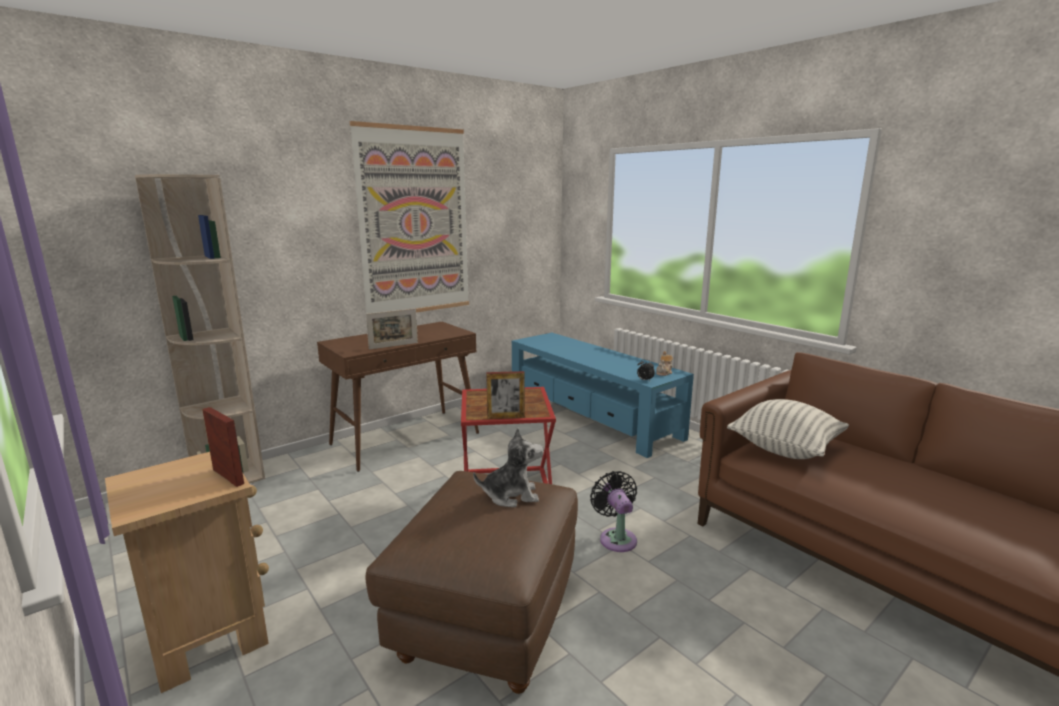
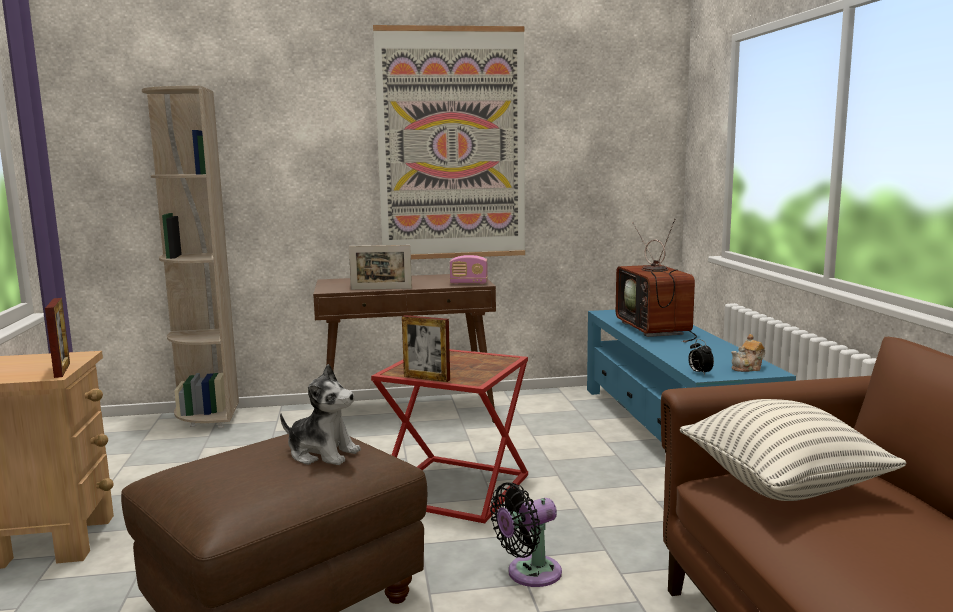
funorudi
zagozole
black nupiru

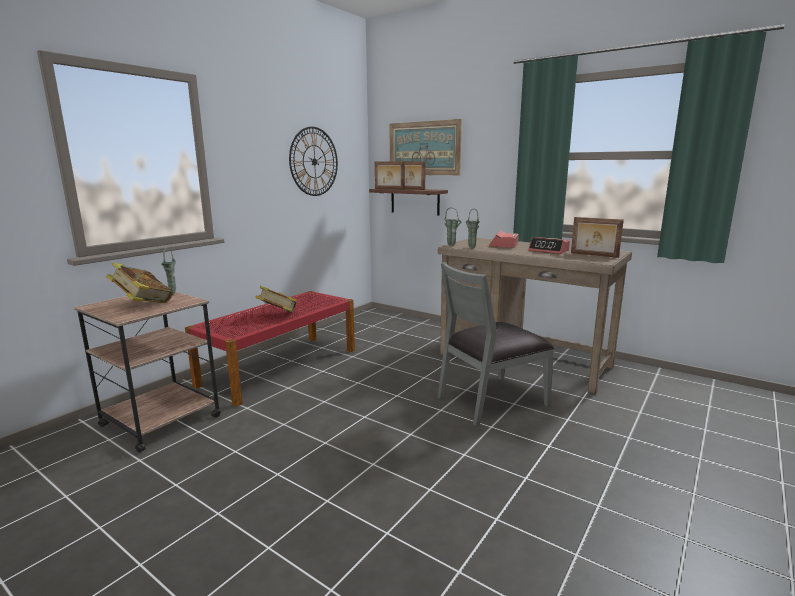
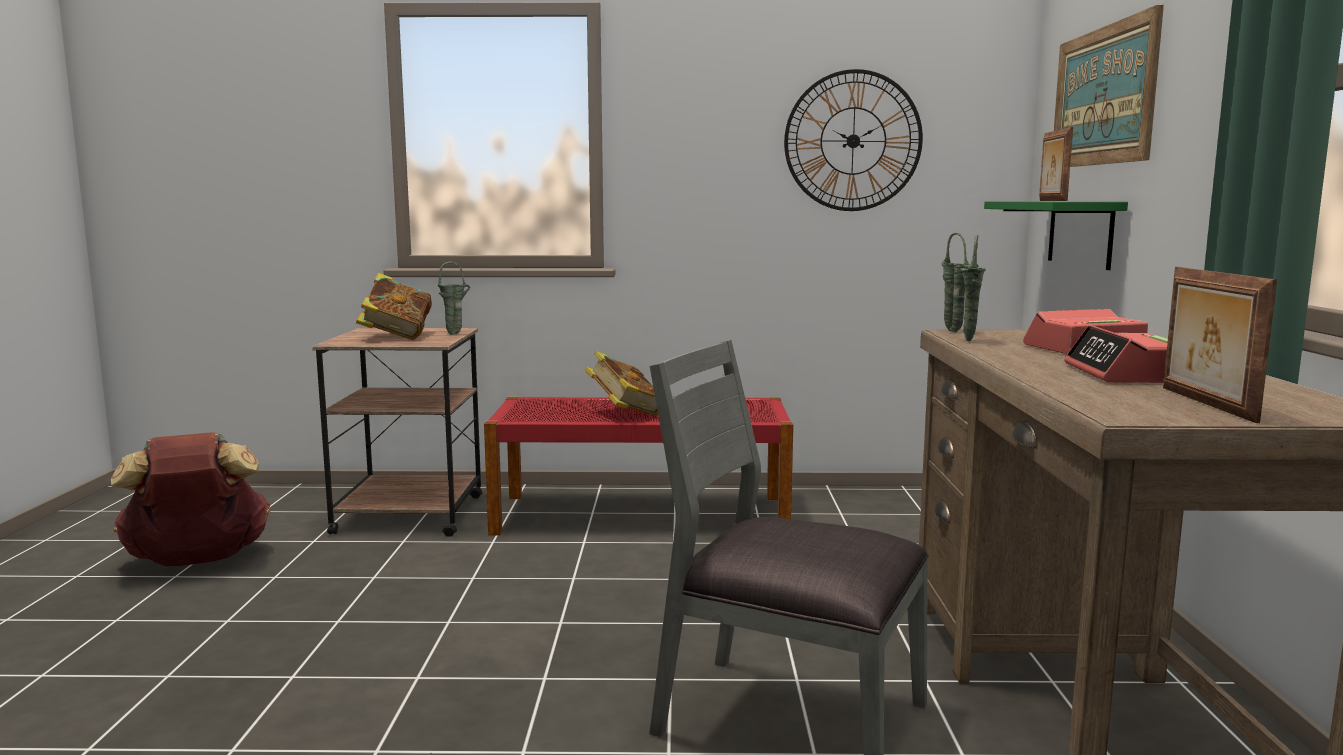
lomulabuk (1st from left in the first image)
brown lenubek
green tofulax

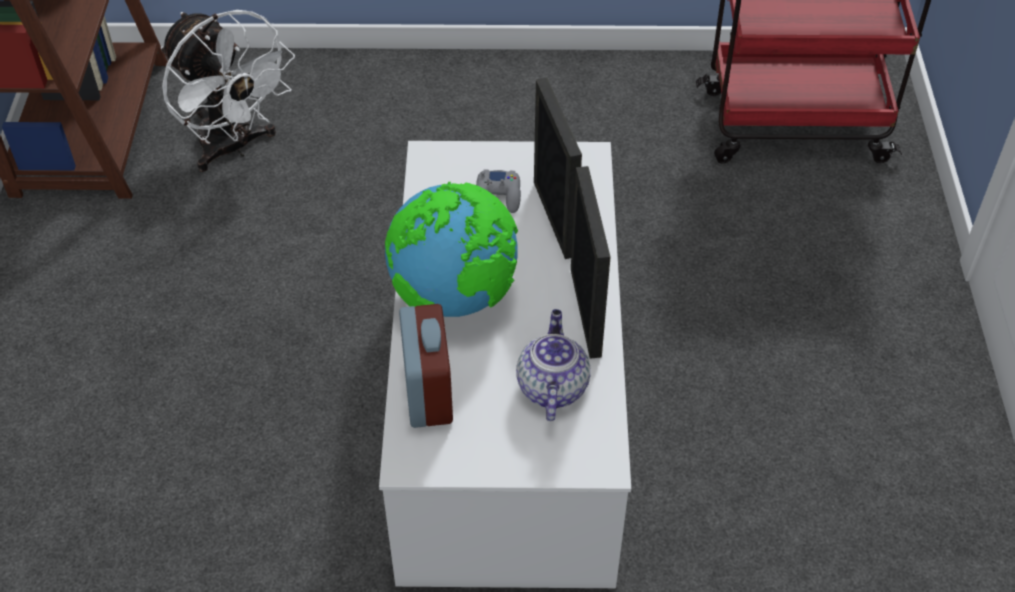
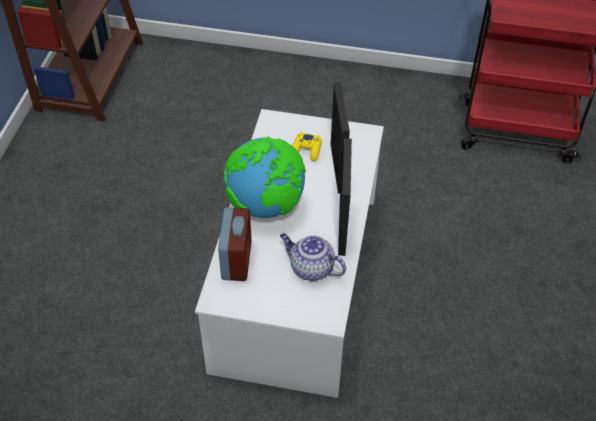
white nupiru
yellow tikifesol
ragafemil

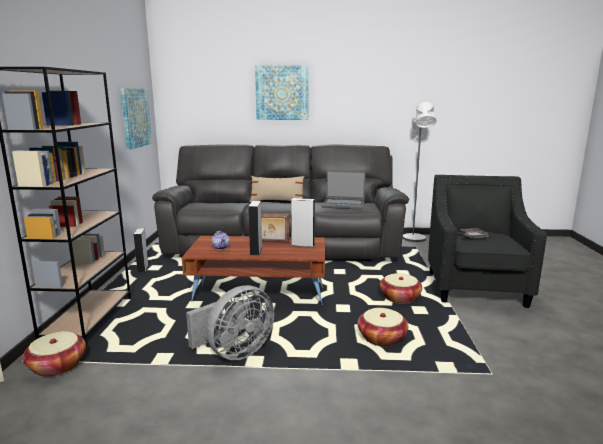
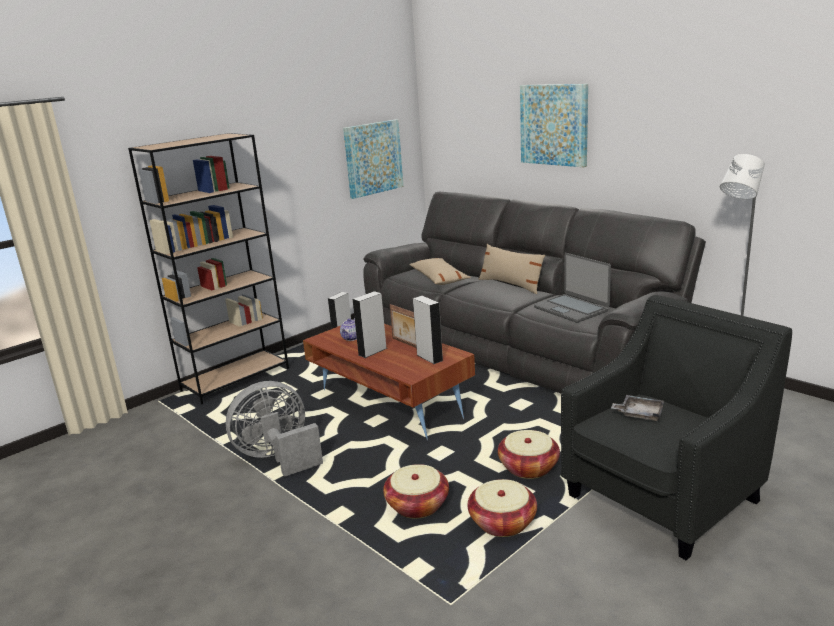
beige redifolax (1st from left)
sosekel (2nd from left)
grey nupiru

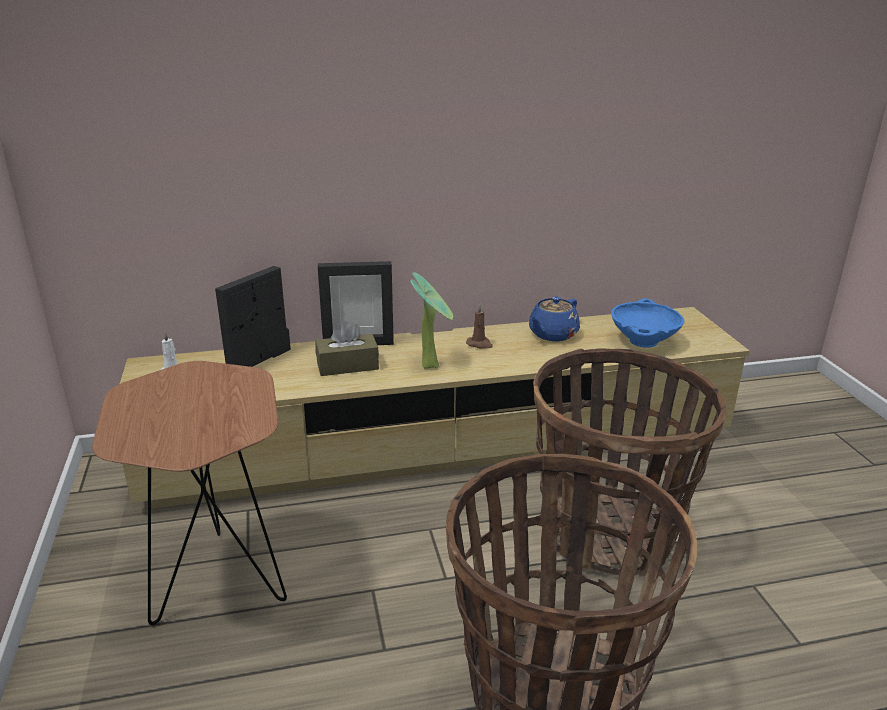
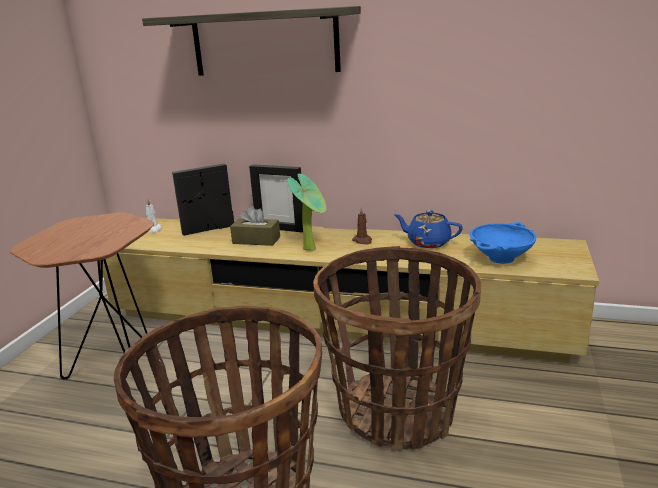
tofulax
blue ragafemil

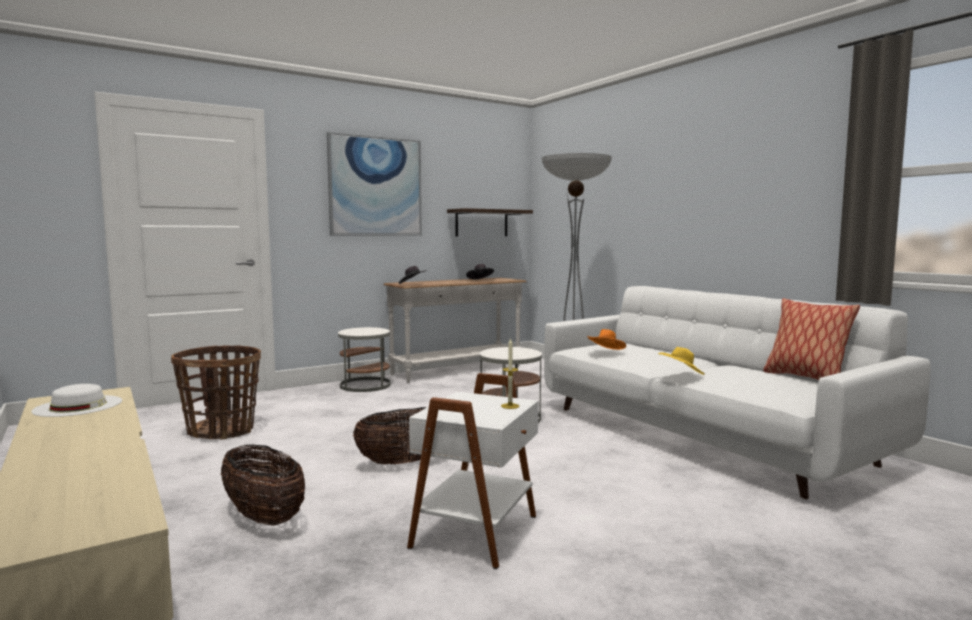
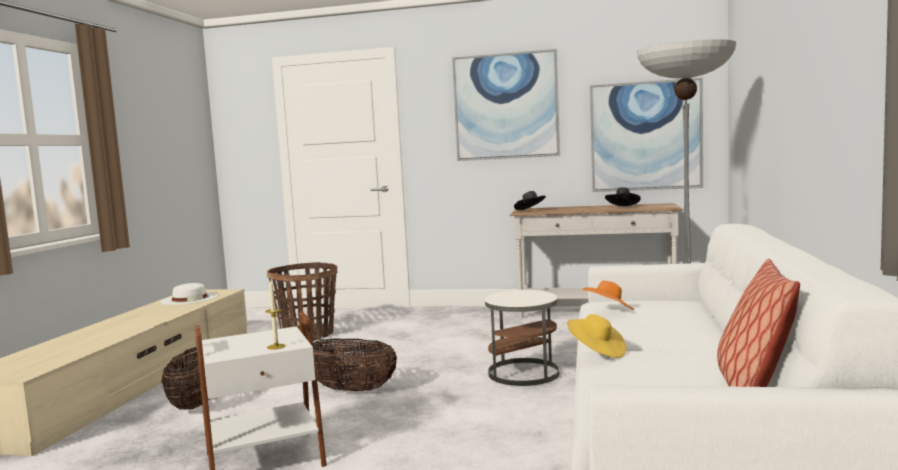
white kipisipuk (1st from left in the first image)
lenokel (2nd from left)

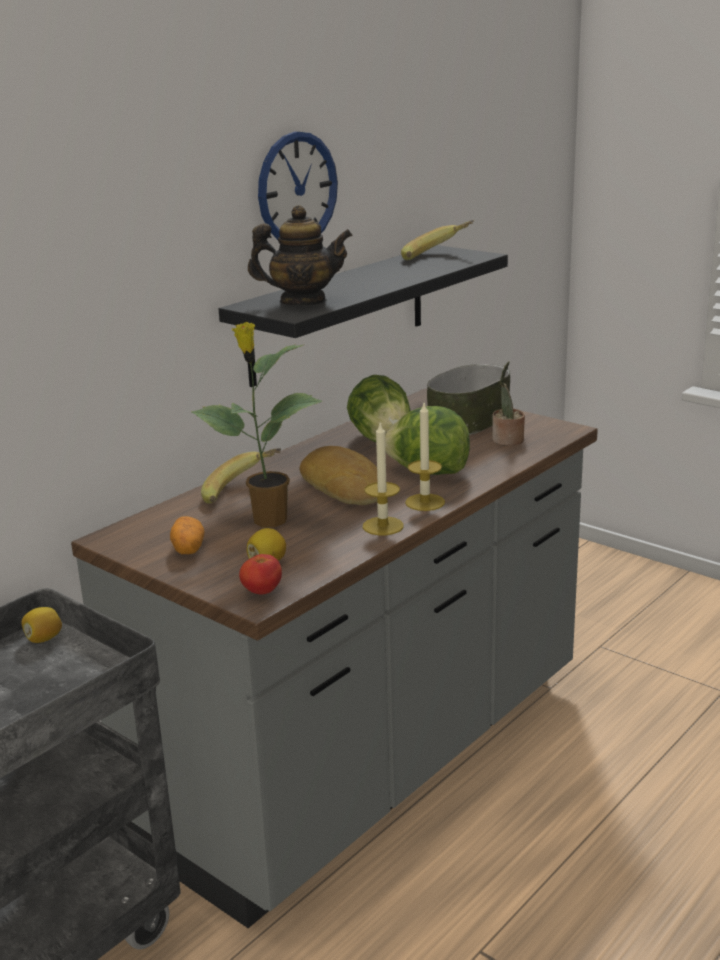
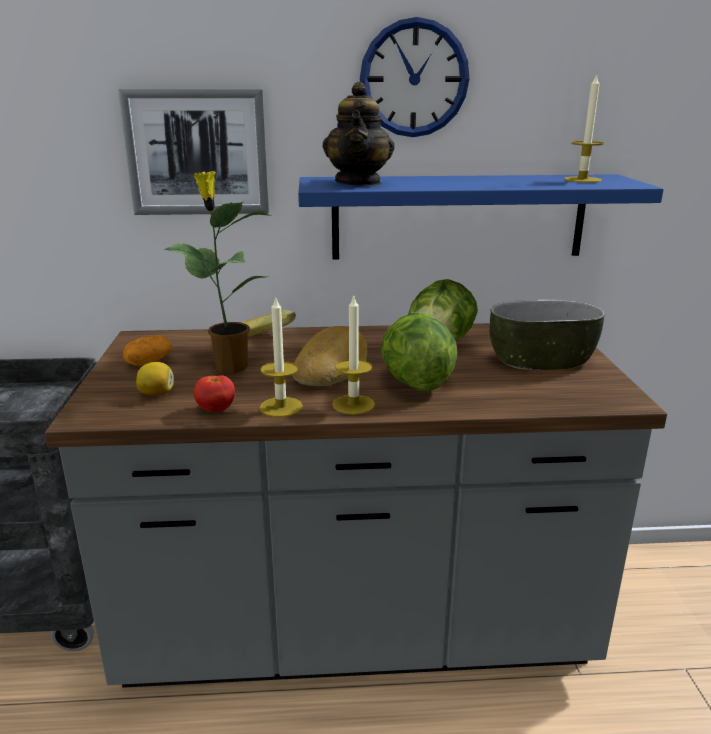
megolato (1st from left in the first image)
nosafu (2nd from left in the first image)
lenokel
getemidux
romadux (3rd from left)
blue tofulax
ragafemil

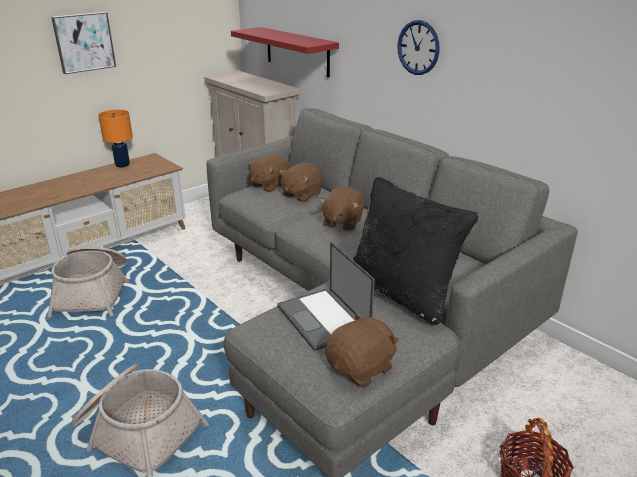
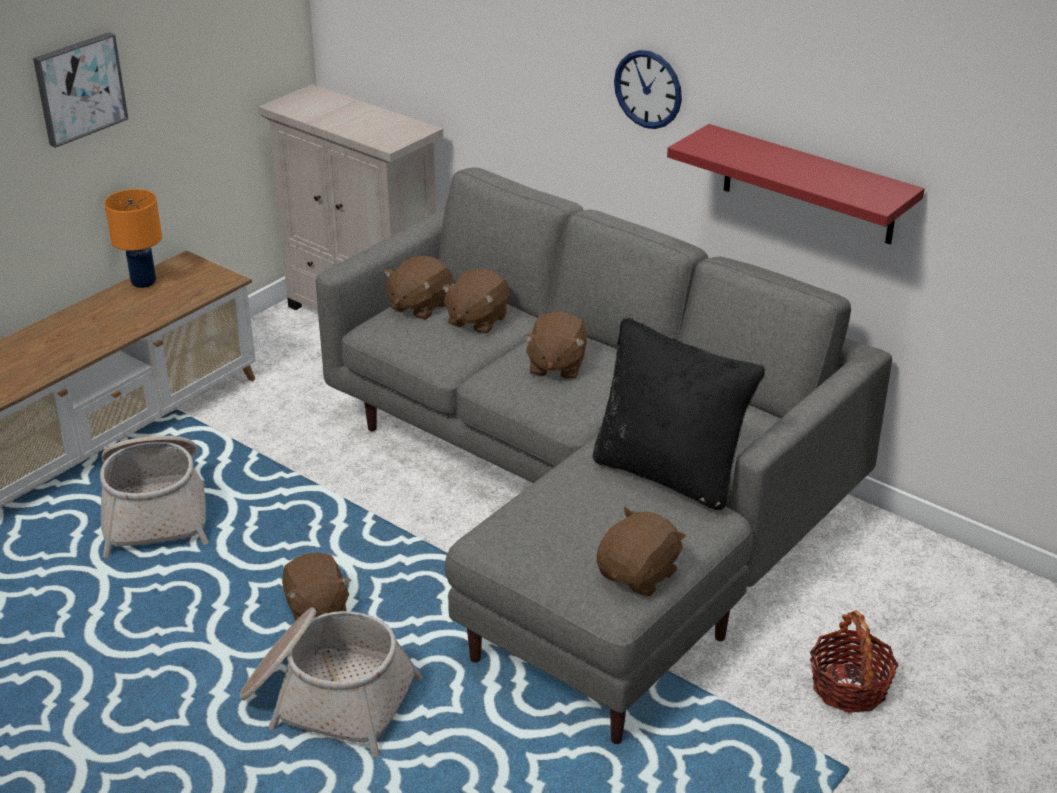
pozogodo
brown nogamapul (1st from left)
red tofulax

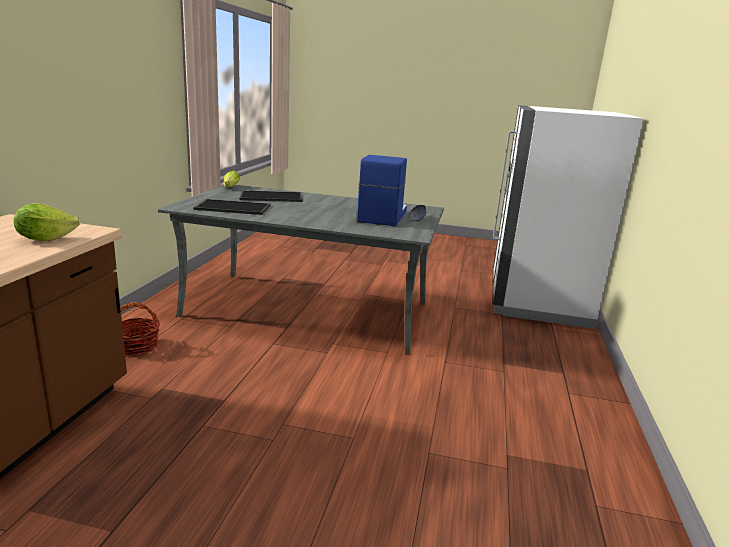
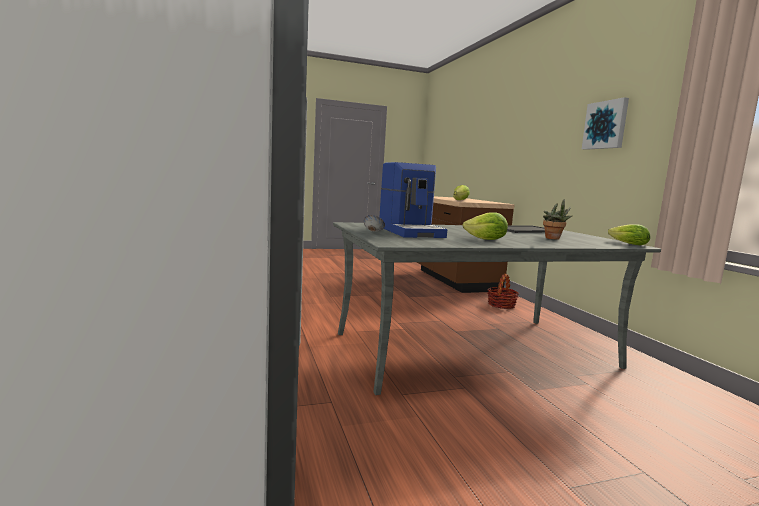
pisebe (2nd from left)
lenokel
nosafu

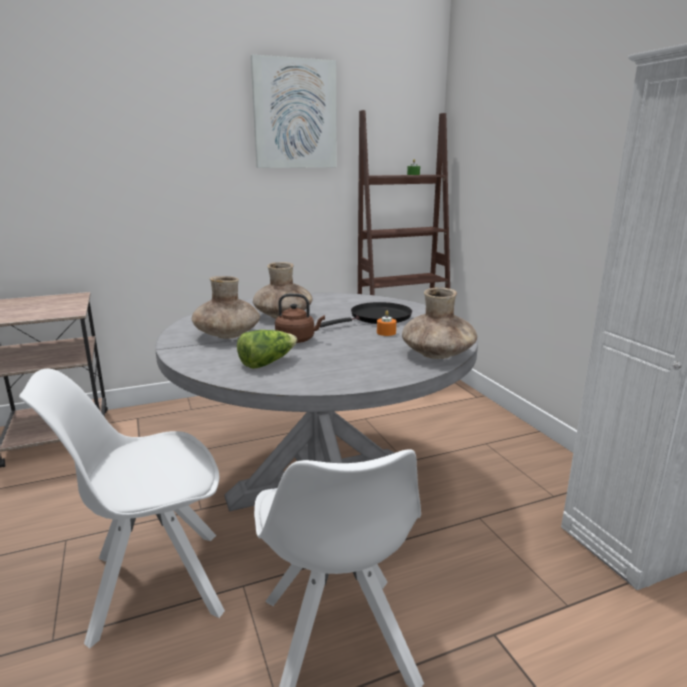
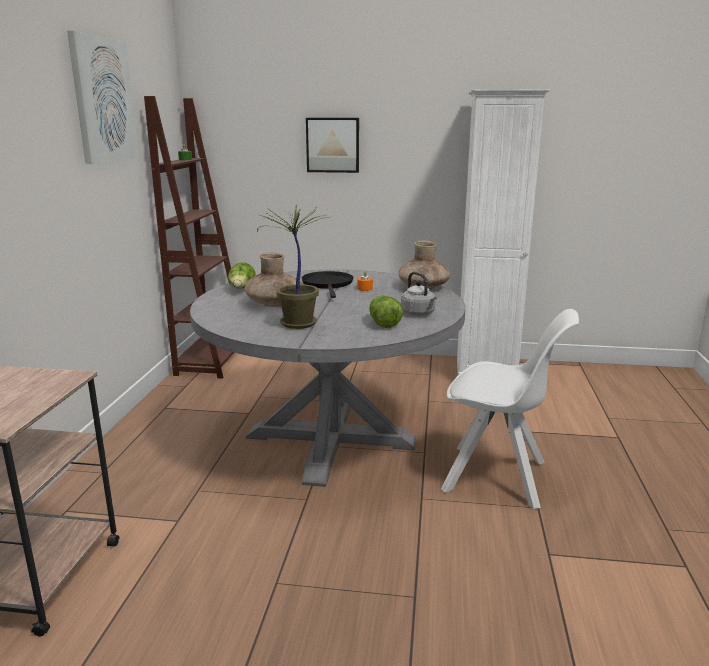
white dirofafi (1st from left in the first image)
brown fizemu
pisebe (1st from left)
lenokel (2nd from left)
grey fizemu
nosafu

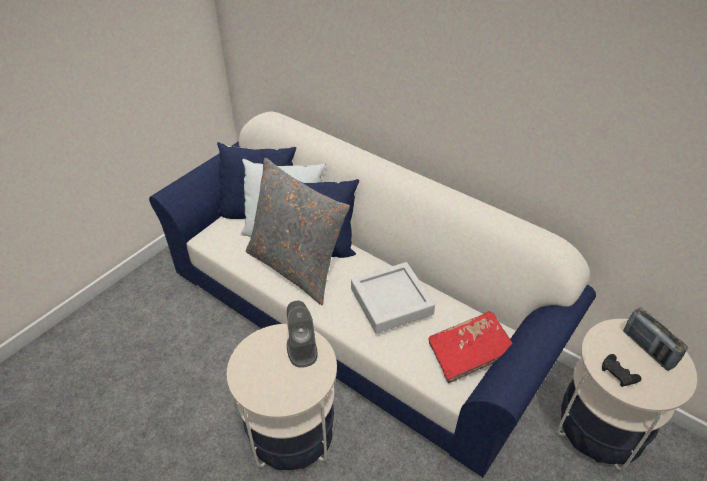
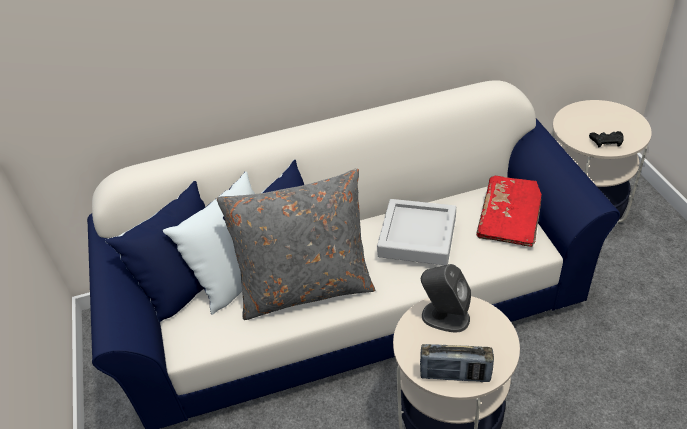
funorudi

